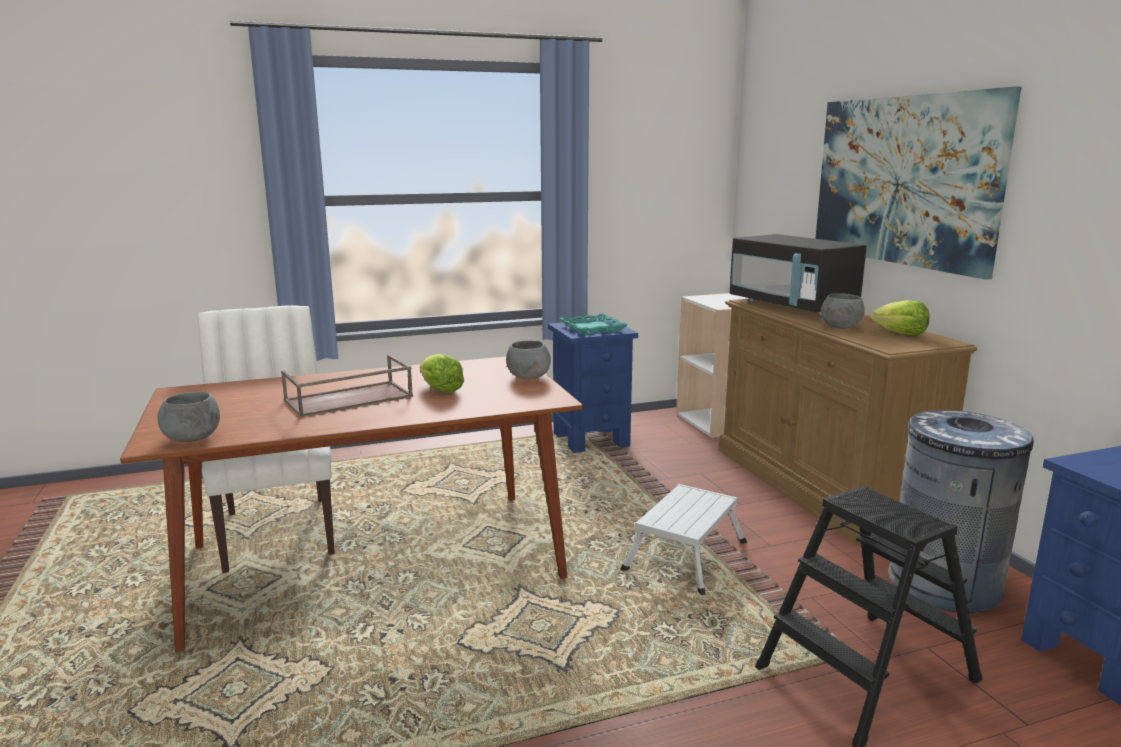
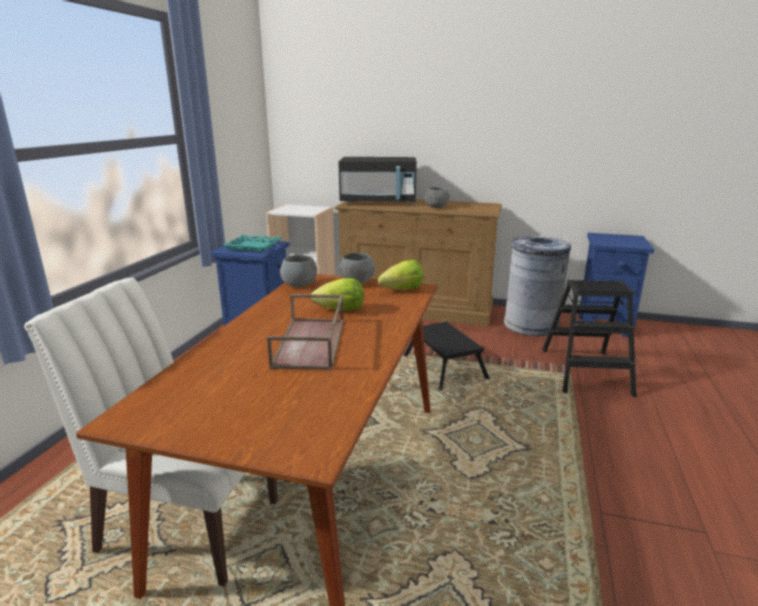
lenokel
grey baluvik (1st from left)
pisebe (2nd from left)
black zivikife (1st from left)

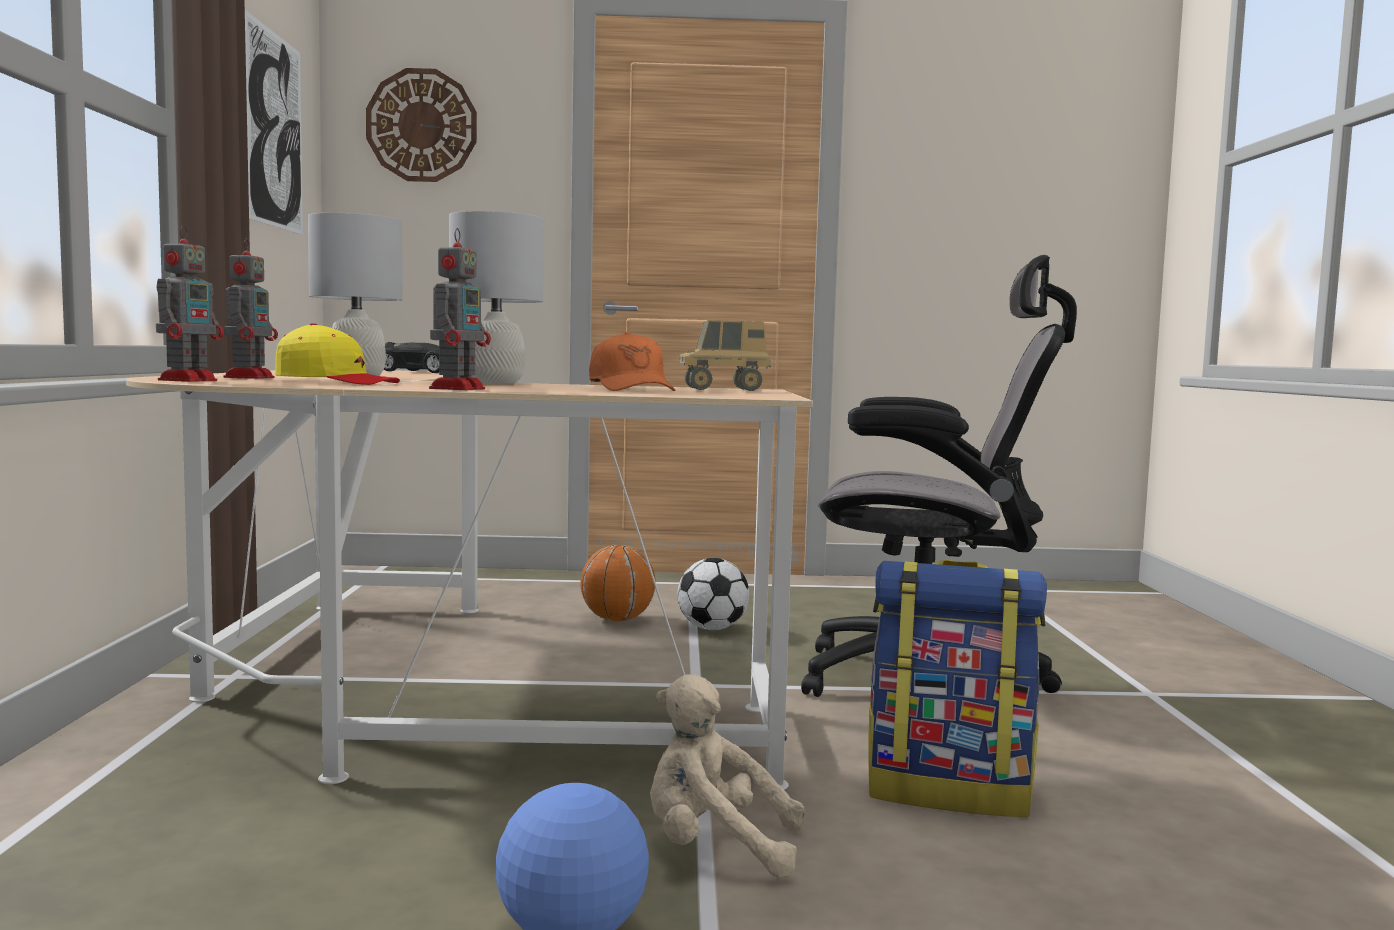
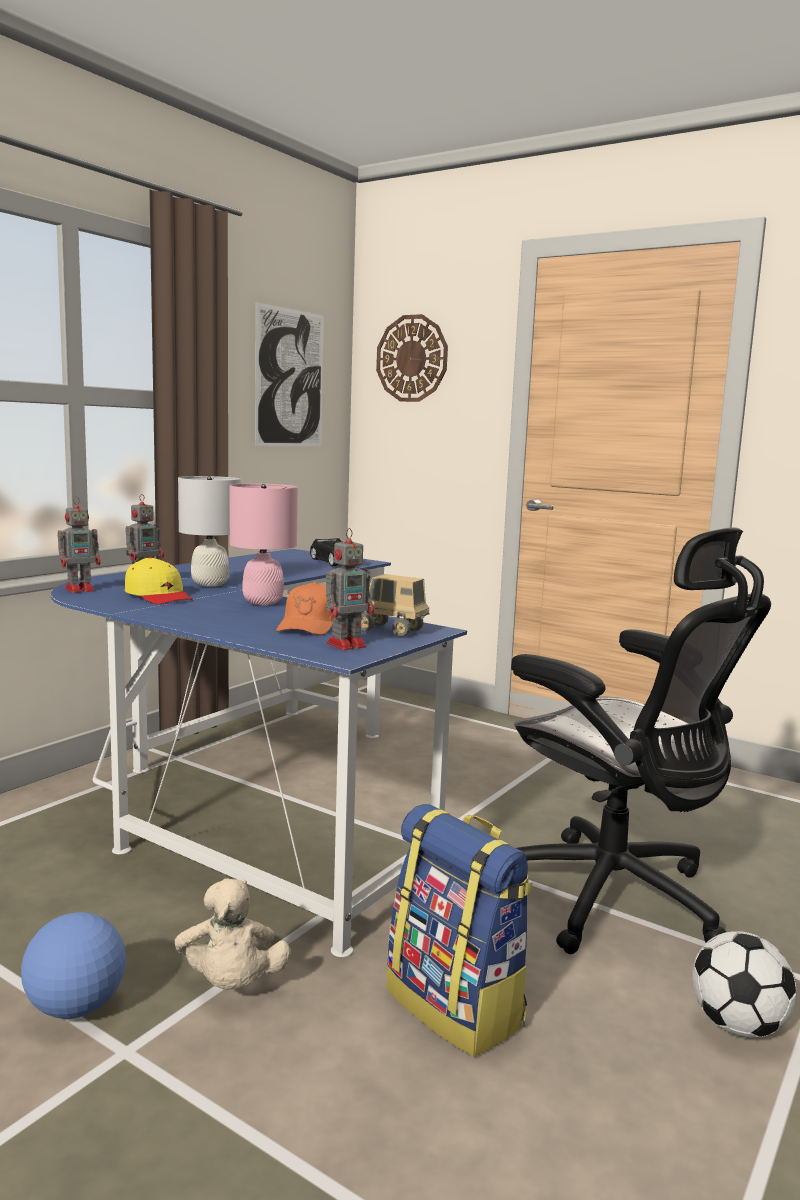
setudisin
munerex (3rd from left)
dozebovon (2nd from left)
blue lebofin
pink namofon
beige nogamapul

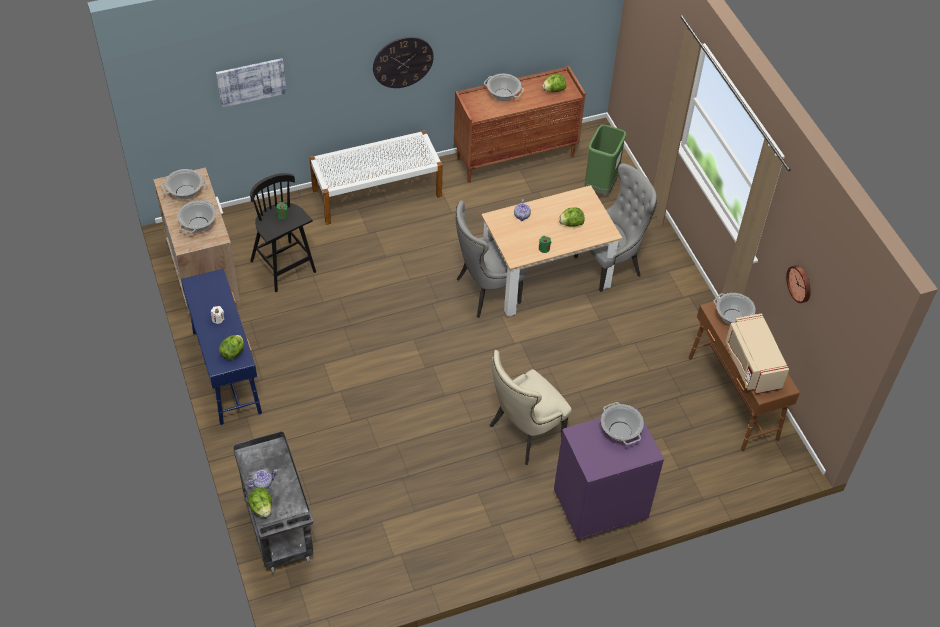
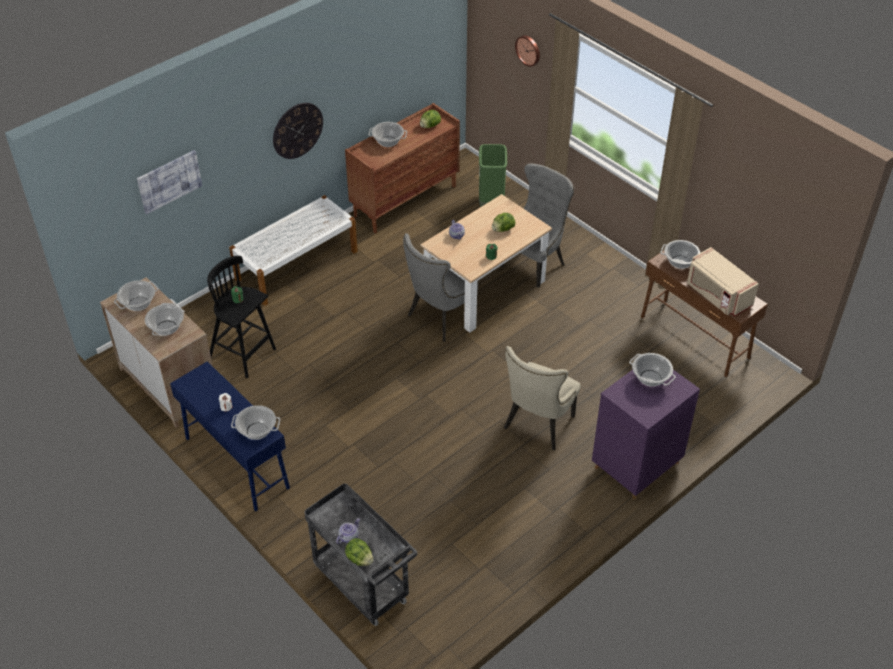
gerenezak (2nd from left)
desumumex (3rd from left)

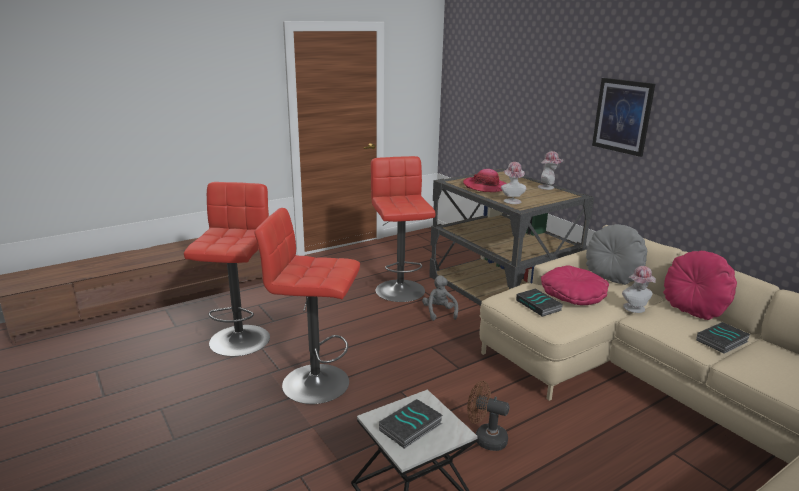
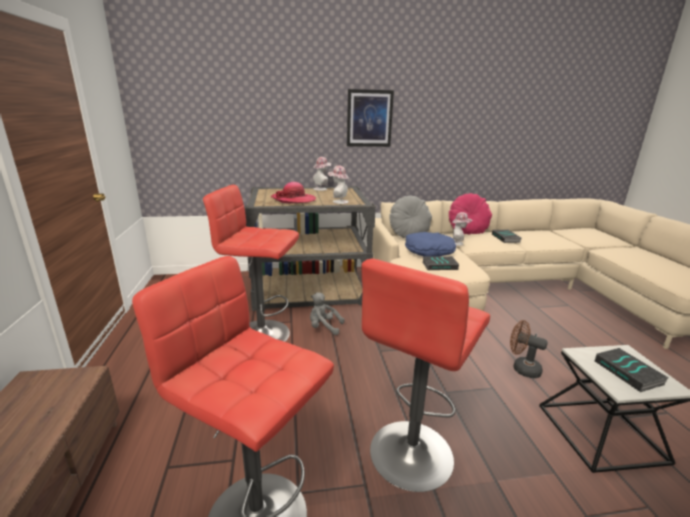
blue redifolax
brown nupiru

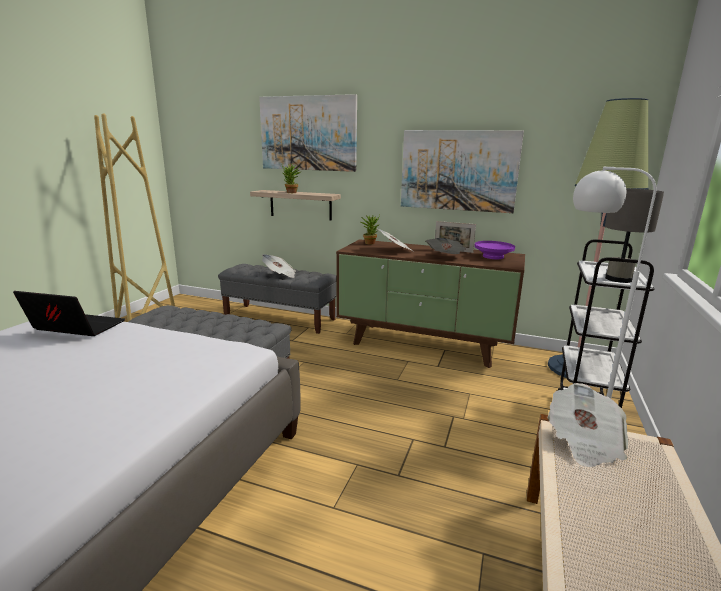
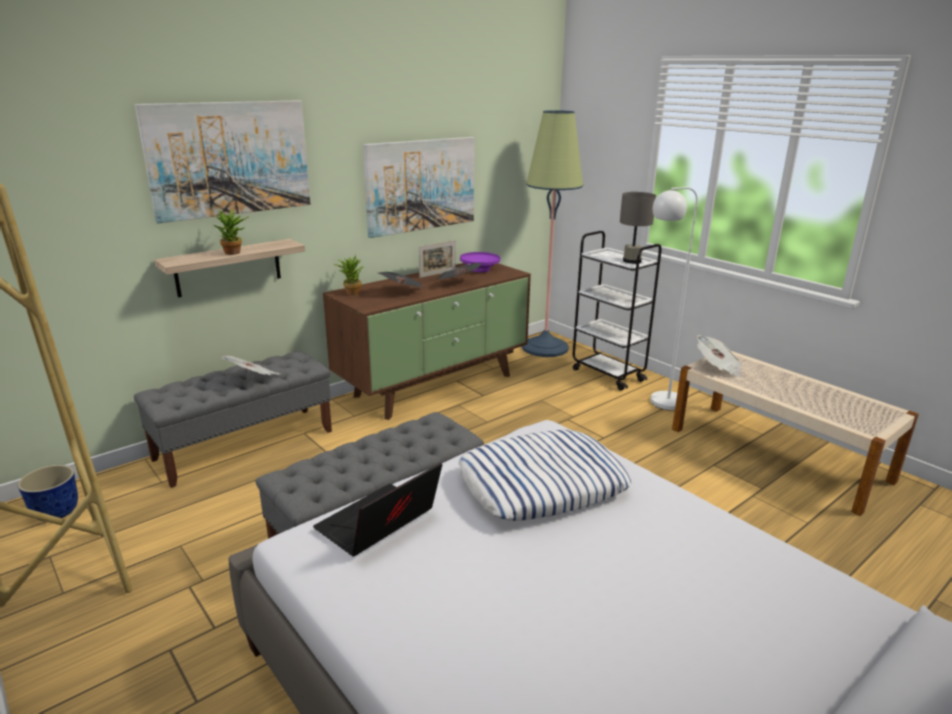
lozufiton
redifolax

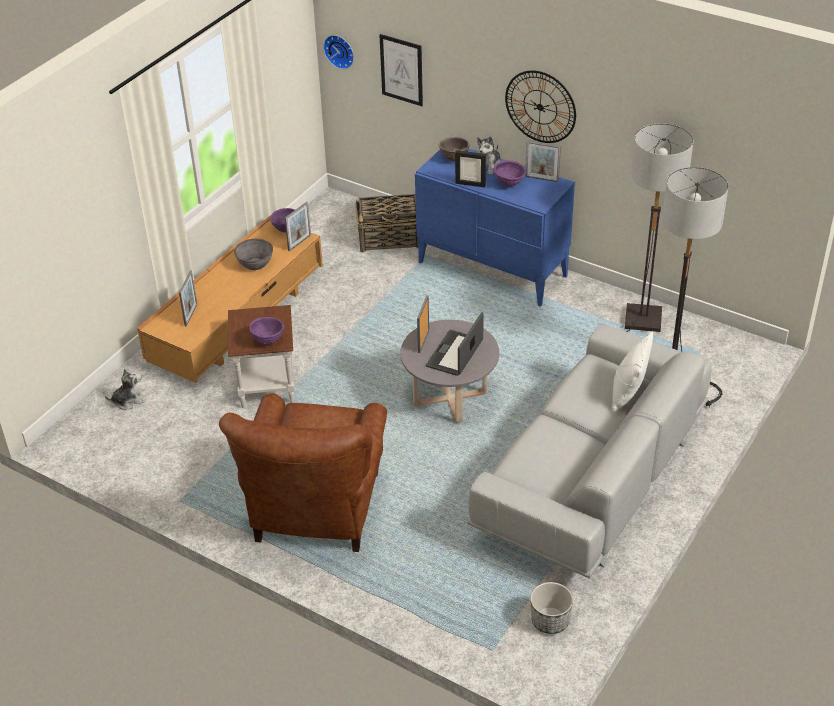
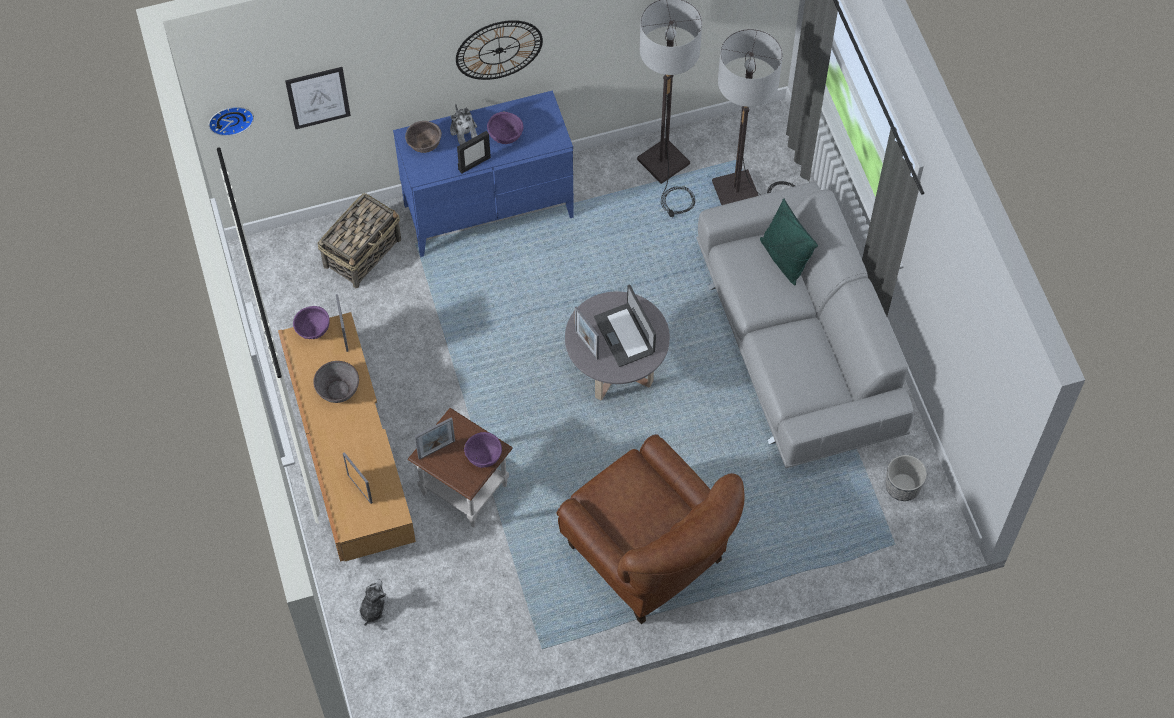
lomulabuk (3rd from left)
green redifolax

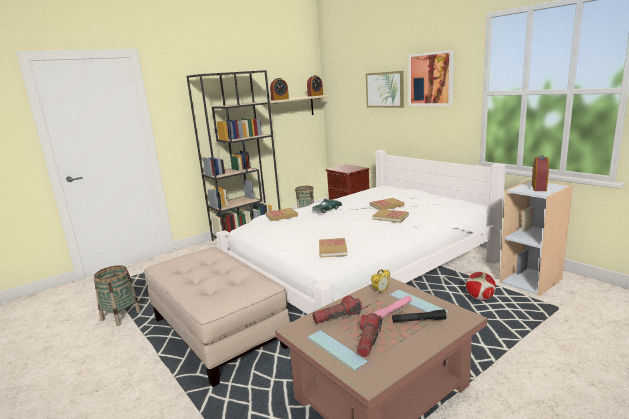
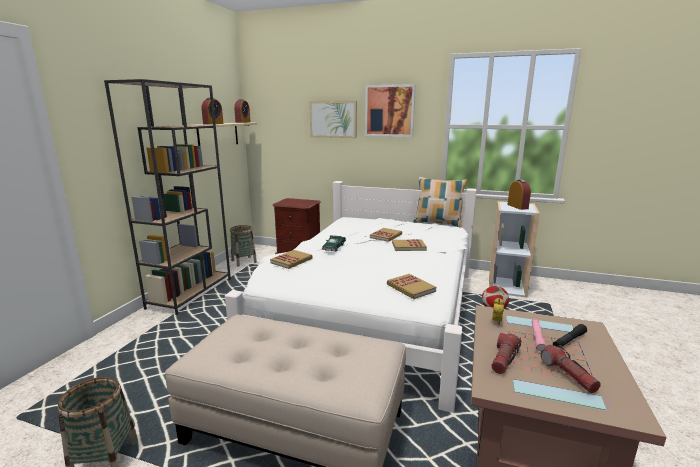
redifolax

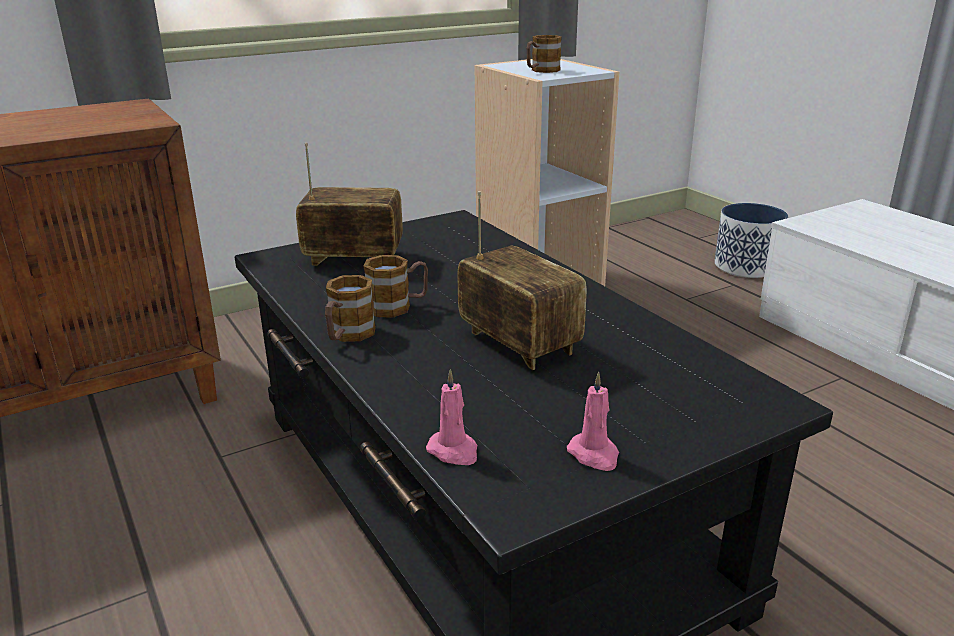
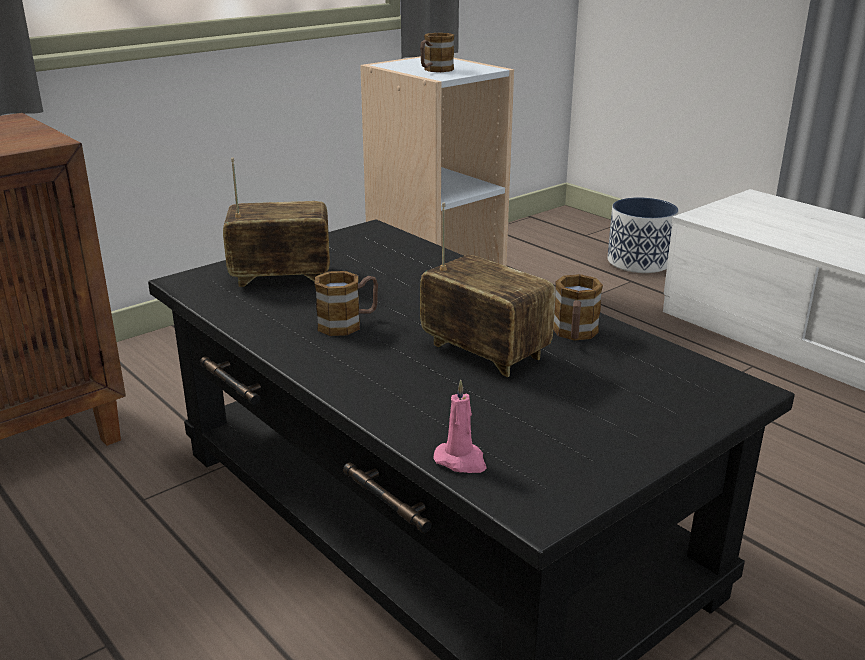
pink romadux (2nd from left in the first image)
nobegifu (3rd from left)

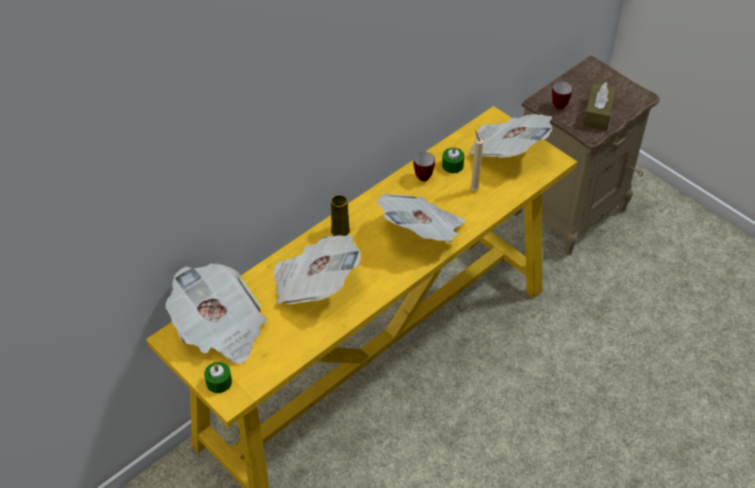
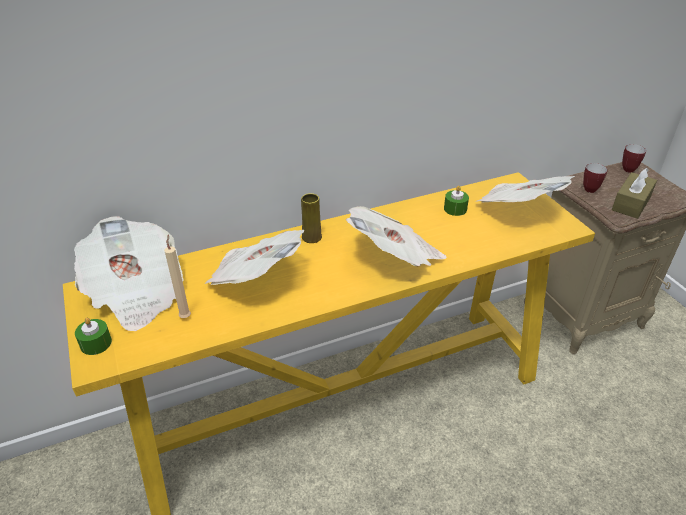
nobegifu (2nd from left)
beige romadux

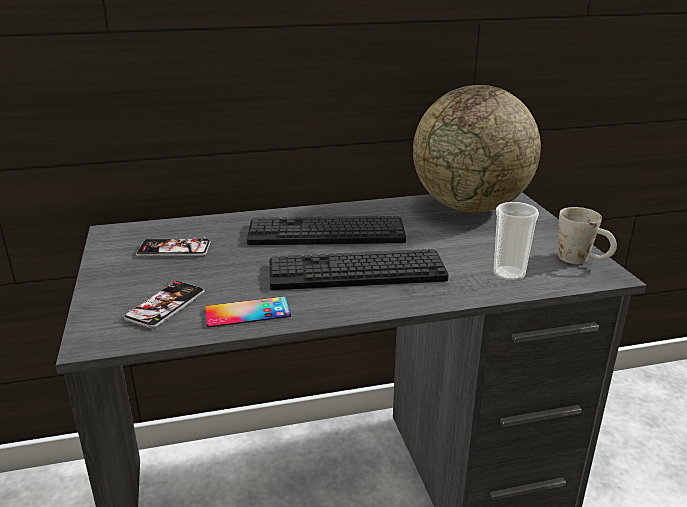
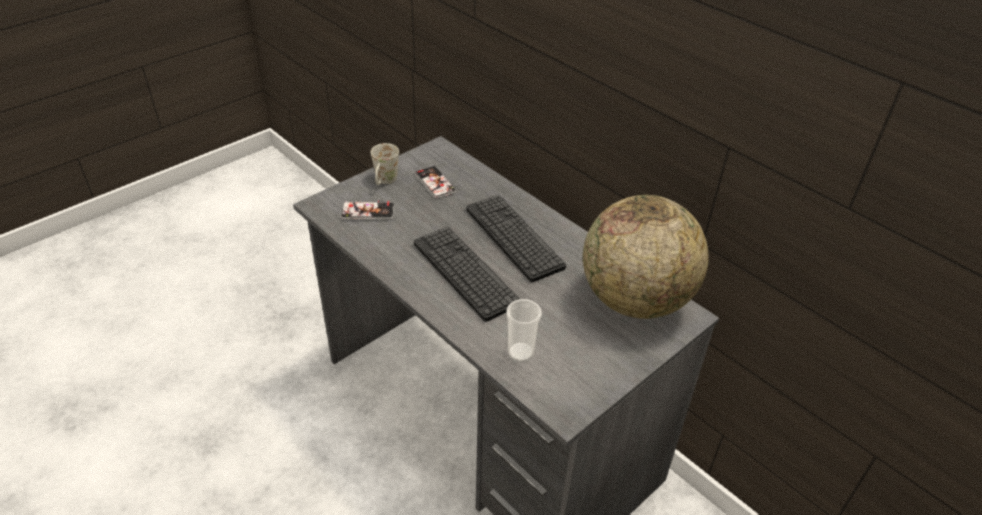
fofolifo (3rd from left in the first image)
white nobegifu

